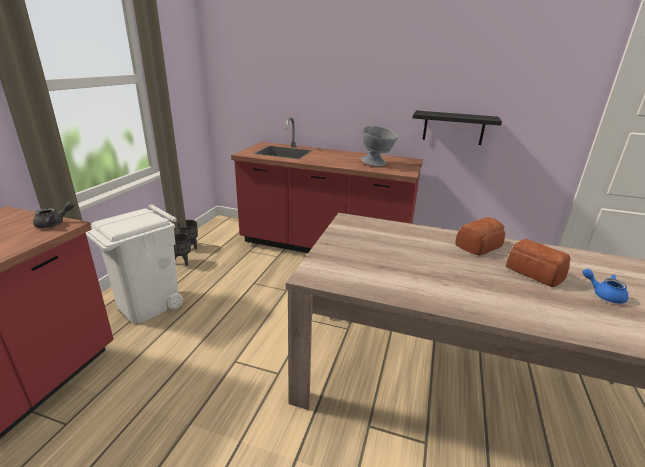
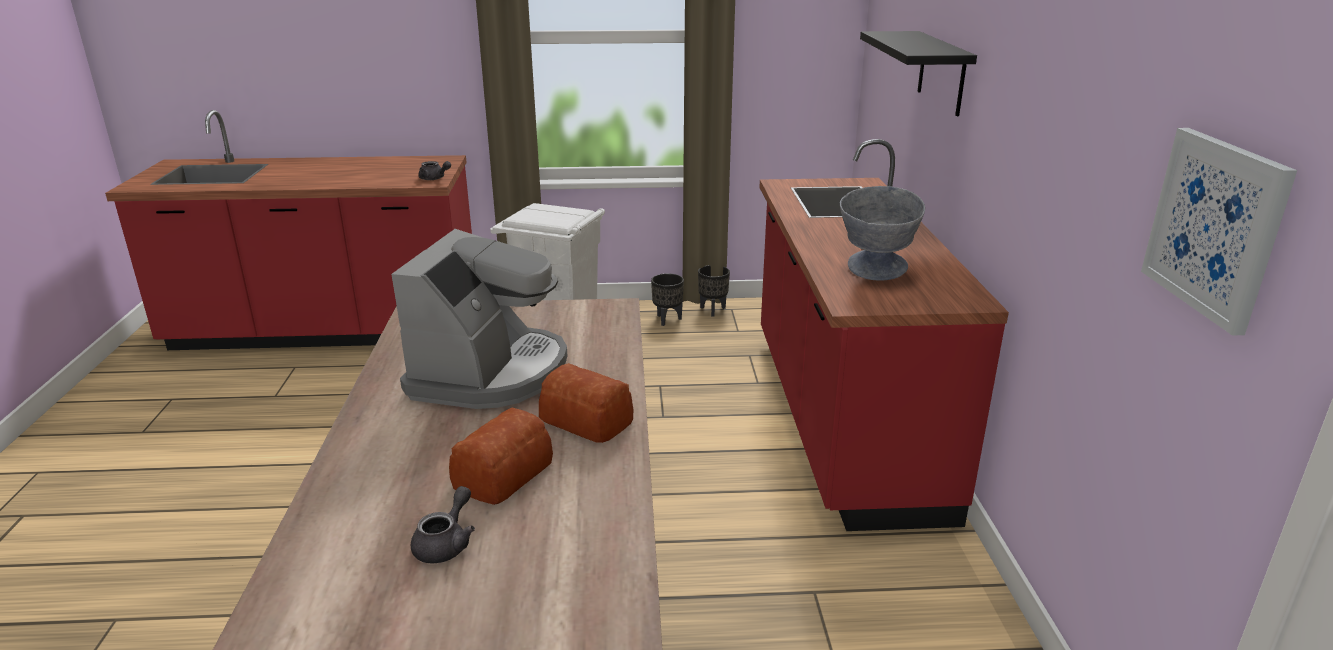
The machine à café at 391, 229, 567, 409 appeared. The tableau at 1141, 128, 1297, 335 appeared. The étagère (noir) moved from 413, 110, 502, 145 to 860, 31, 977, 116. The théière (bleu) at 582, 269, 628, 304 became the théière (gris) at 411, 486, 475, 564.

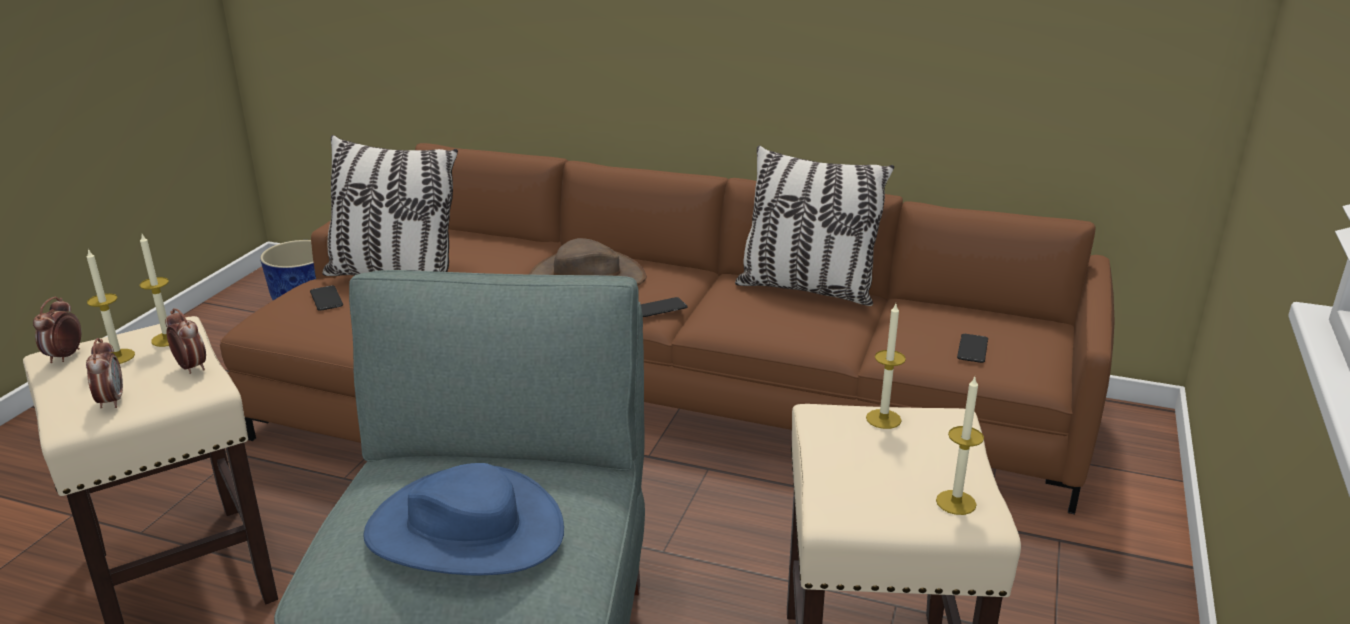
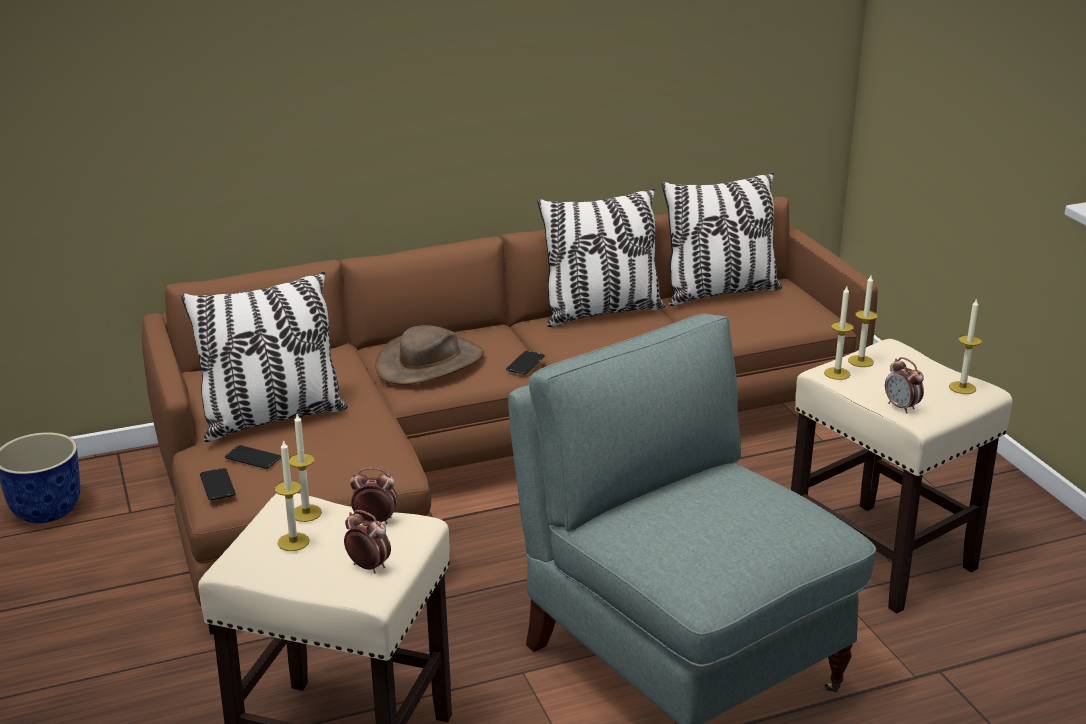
The chapeau (bleu) at 363, 463, 564, 575 disappeared. The coussin at 662, 172, 782, 306 appeared. The bougie at 824, 286, 854, 380 appeared. The réveil moved from 33, 297, 81, 363 to 885, 357, 924, 414. The téléphone moved from 957, 334, 988, 363 to 200, 468, 236, 500.

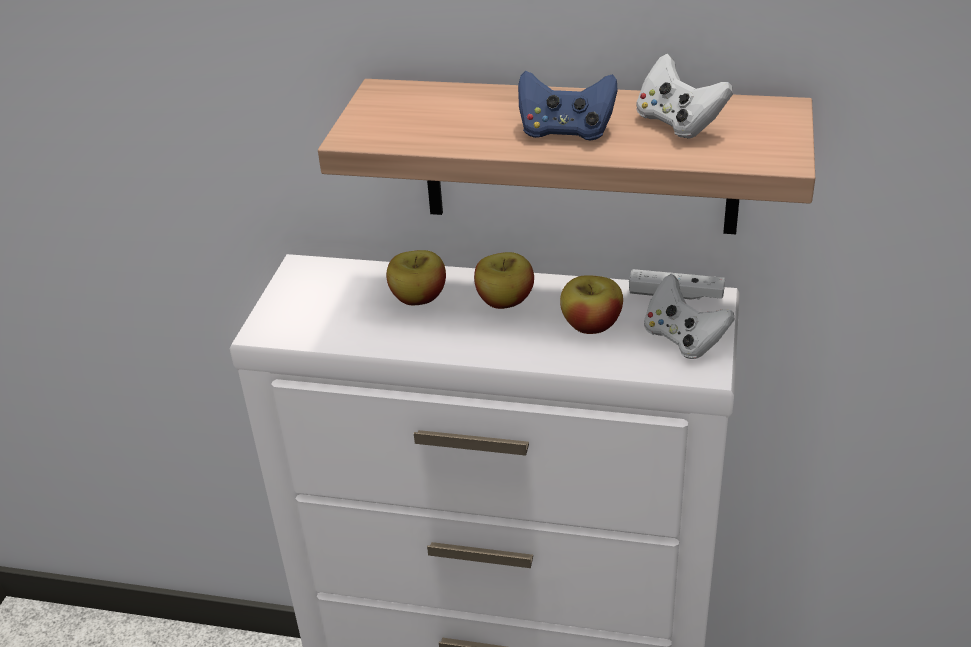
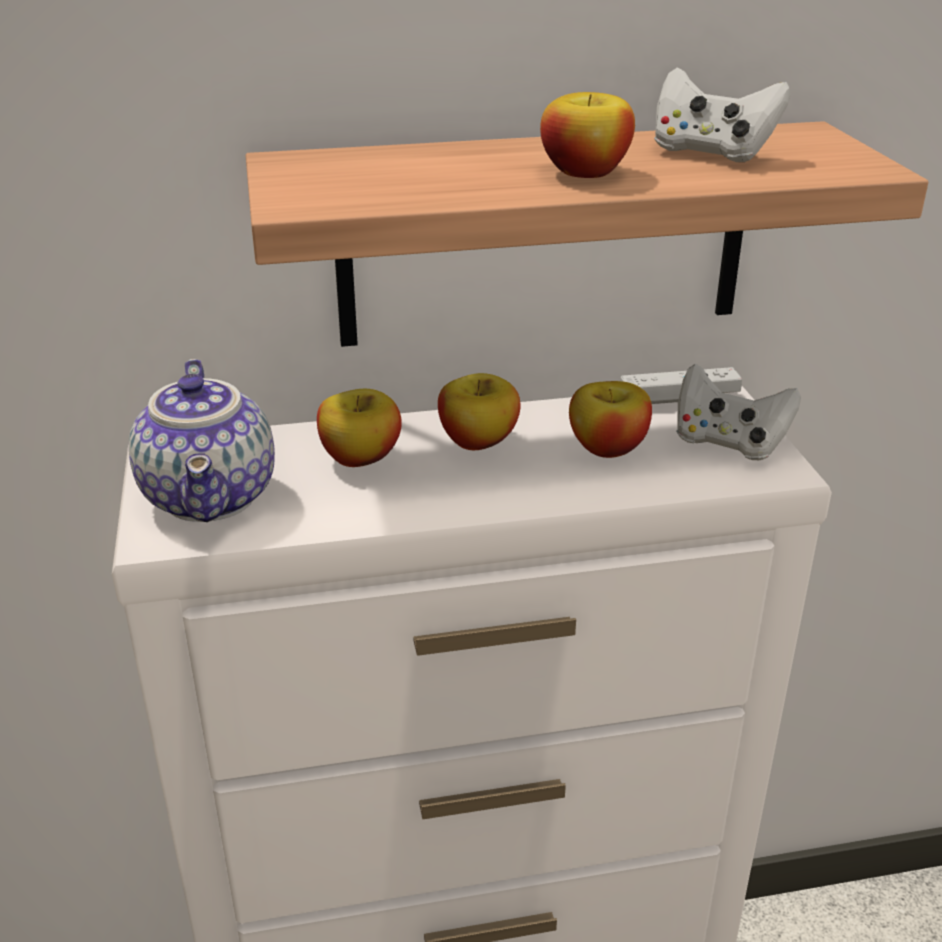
The théière at 129, 359, 275, 522 appeared. The manette (bleu) at 518, 71, 618, 141 was replaced by the pomme at 540, 92, 635, 178.

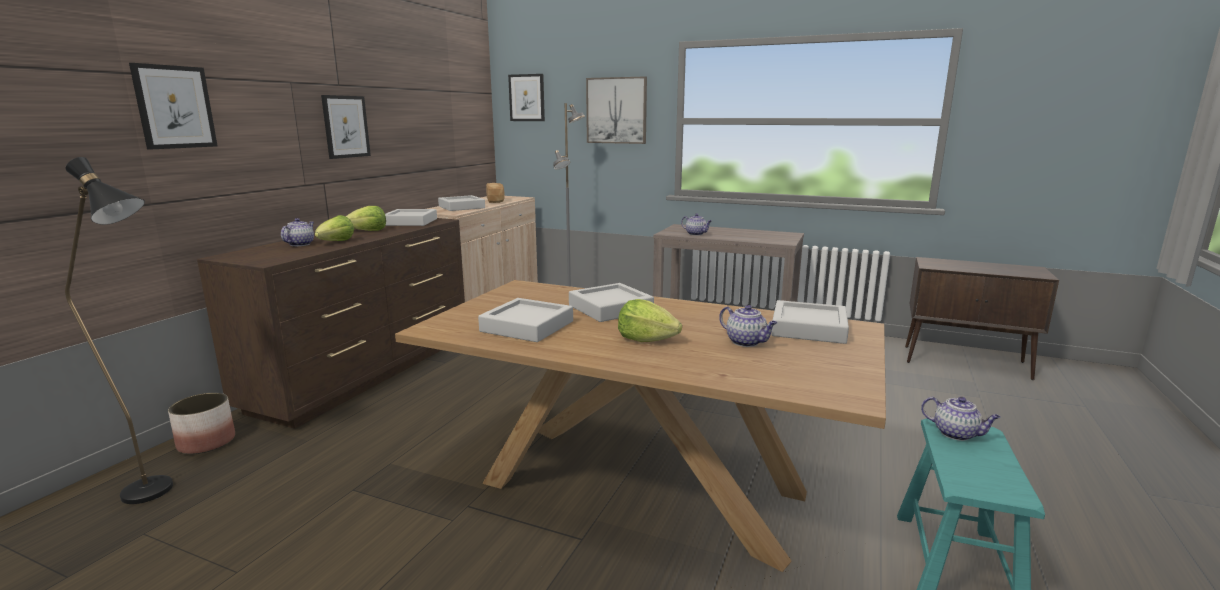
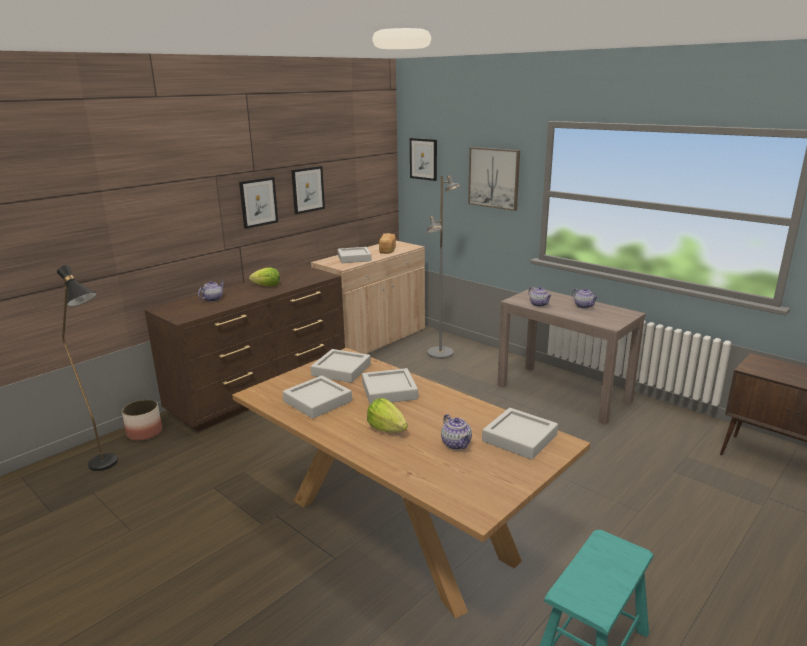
The laitue at 315, 215, 354, 241 disappeared. The tableau moved from 129, 63, 217, 150 to 291, 166, 325, 214. The plateau (gris) moved from 385, 209, 437, 226 to 311, 349, 371, 383. The théière moved from 921, 397, 1001, 441 to 572, 288, 598, 308.

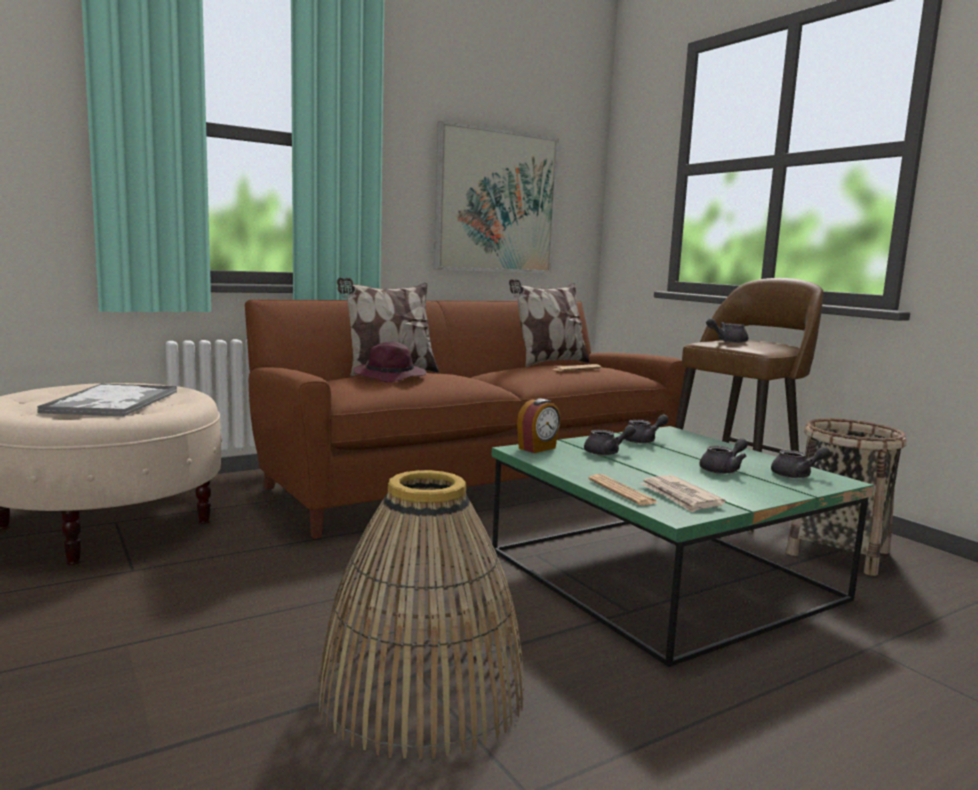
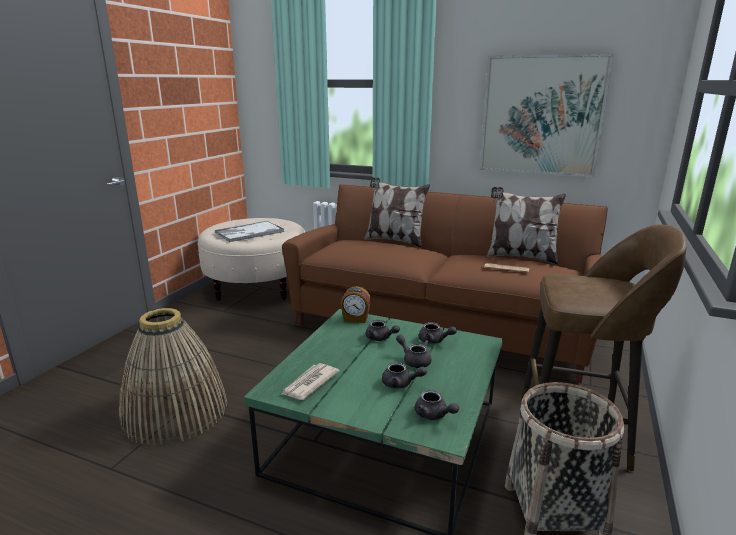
The chapeau (violet) at 353, 342, 427, 382 disappeared. The journal at 589, 474, 658, 505 disappeared. The théière (gris) moved from 706, 318, 748, 343 to 396, 334, 431, 368.

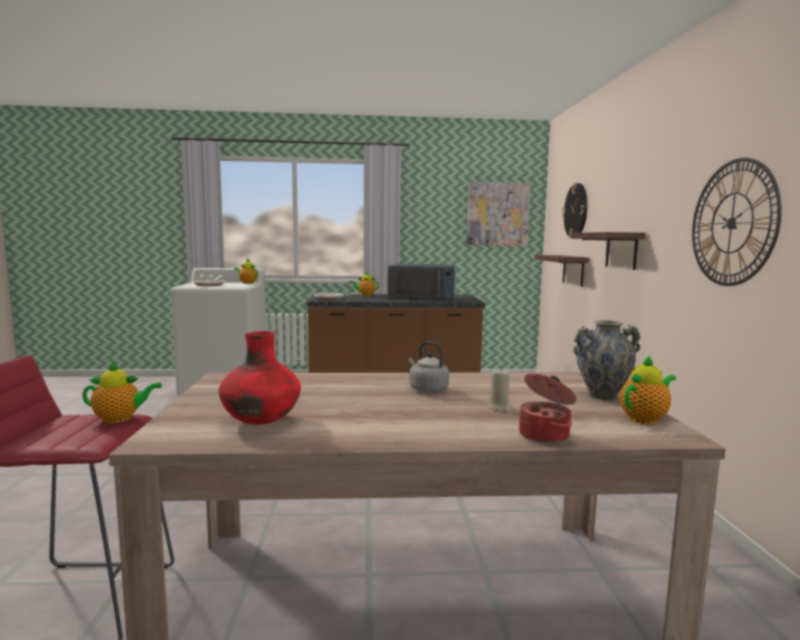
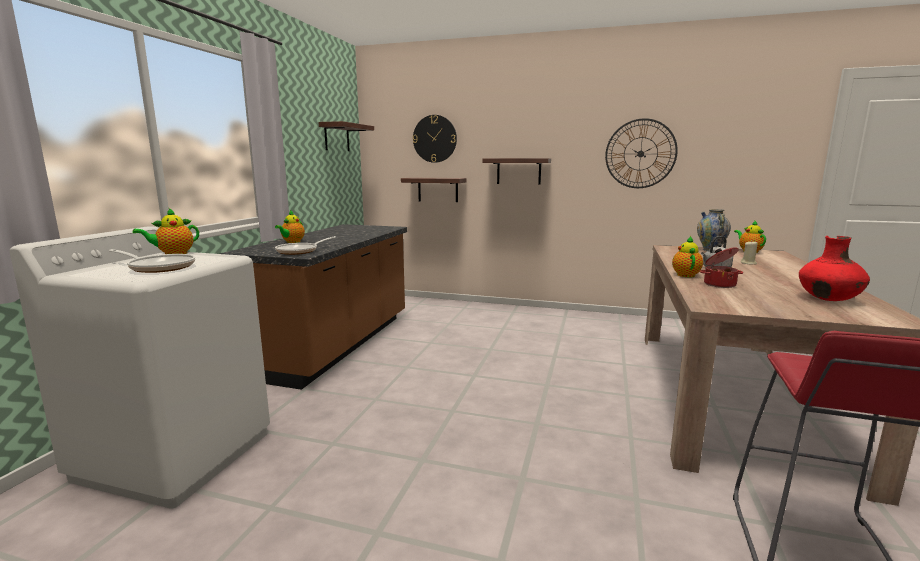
The micro-ondes (bleu) at 388, 264, 455, 301 disappeared. The théière moved from 82, 362, 162, 423 to 672, 236, 703, 277. The marmite moved from 519, 373, 577, 444 to 700, 247, 744, 288. The tableau at 466, 182, 531, 246 was replaced by the étagère at 319, 121, 374, 151.

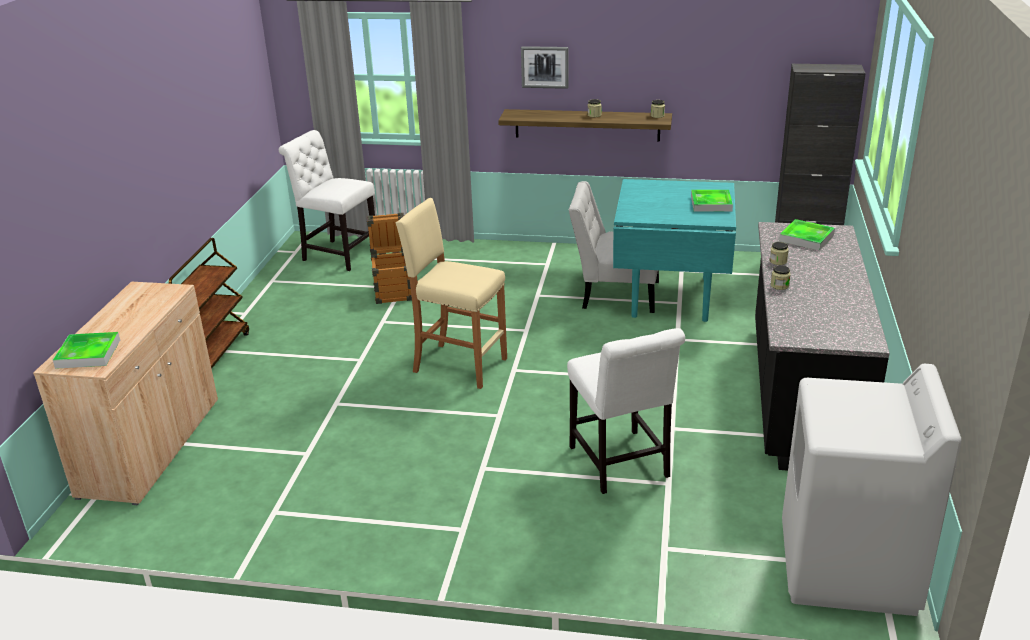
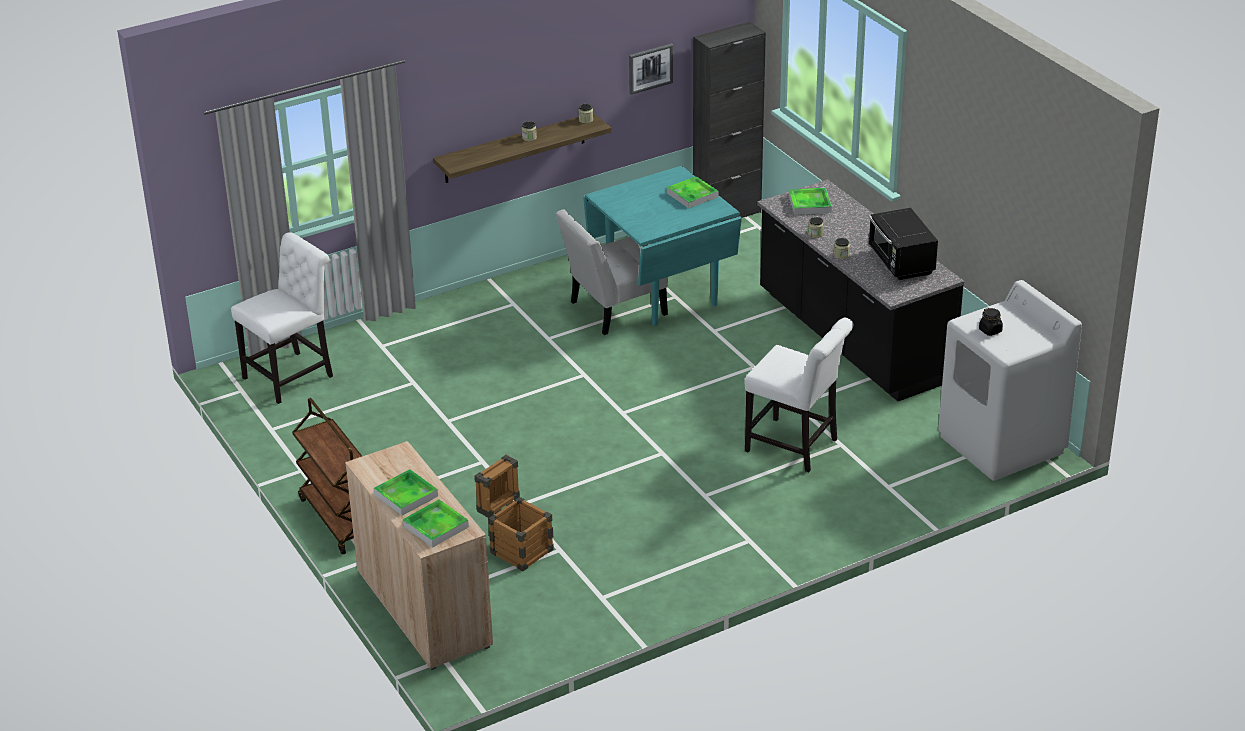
The tabouret (beige) at 396, 198, 507, 389 disappeared. The plateau at 374, 469, 438, 516 appeared. The micro-ondes (noir) at 869, 208, 938, 280 appeared. The bocal (noir) at 979, 308, 1003, 336 appeared. The caisse moved from 366, 213, 412, 304 to 475, 455, 554, 571. The tableau moved from 521, 46, 569, 89 to 629, 44, 673, 95. The chaise (blanc) at 279, 130, 375, 271 turned 150 degrees clockwise.

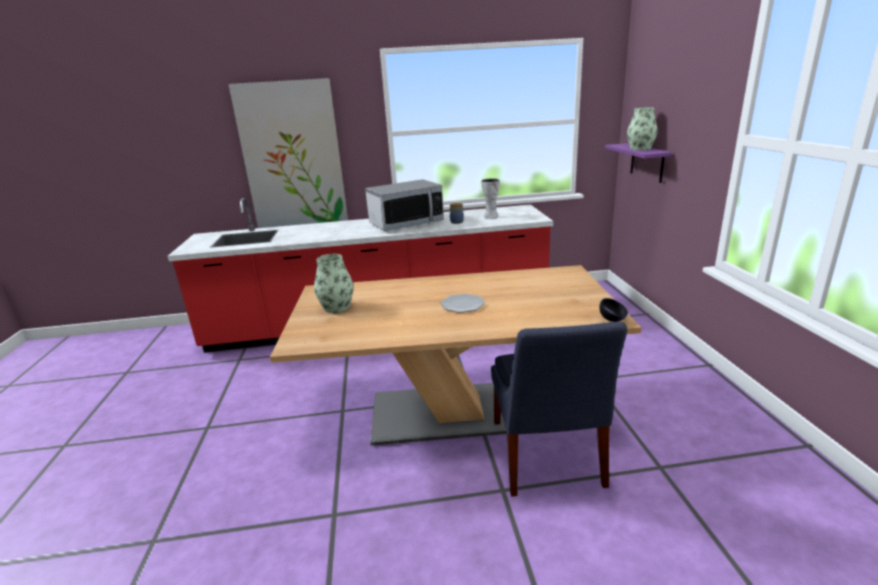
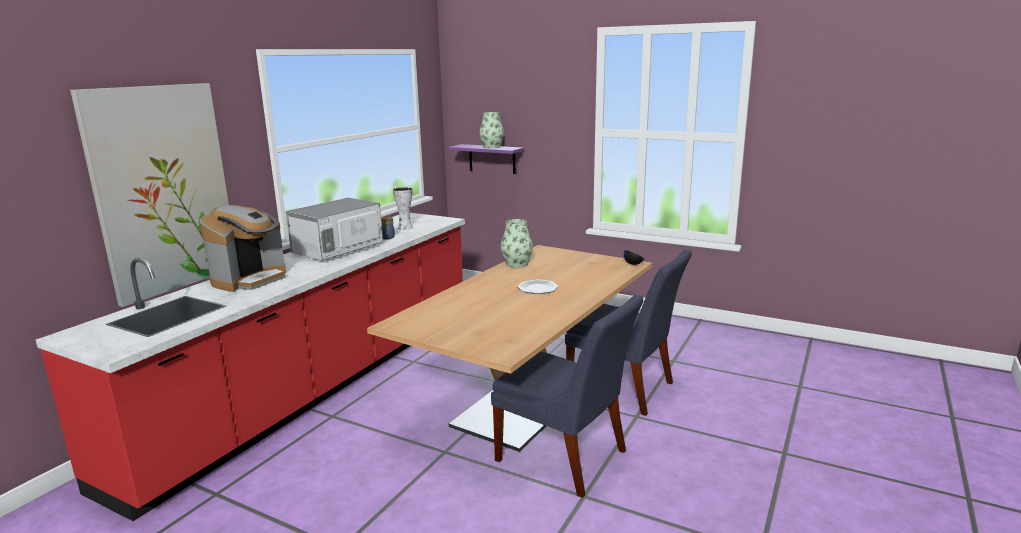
The machine à café at 199, 205, 286, 292 appeared. The chaise (bleu) at 491, 295, 643, 498 appeared. The vase moved from 314, 254, 354, 313 to 501, 219, 533, 268. The micro-ondes at 365, 179, 444, 231 turned 150 degrees counterclockwise.

